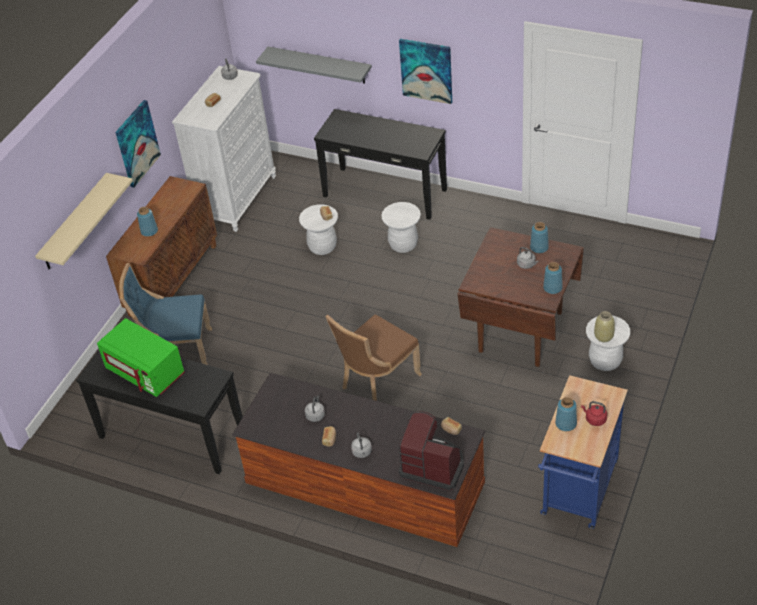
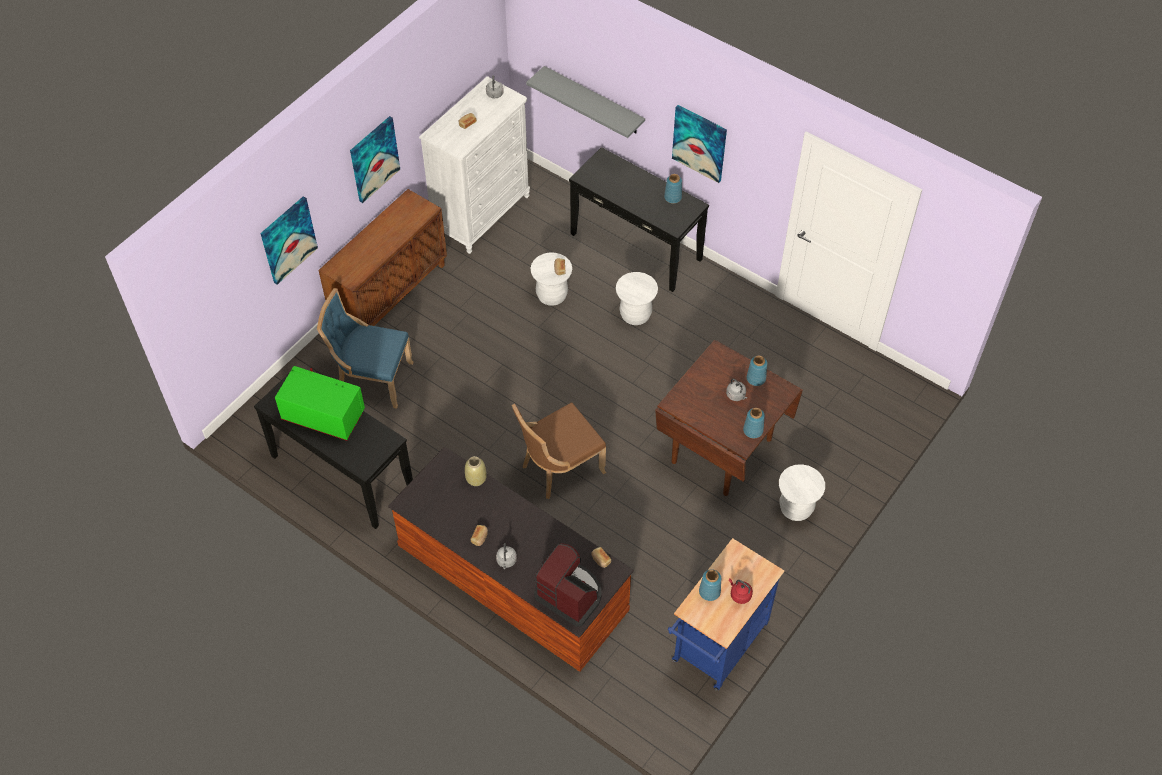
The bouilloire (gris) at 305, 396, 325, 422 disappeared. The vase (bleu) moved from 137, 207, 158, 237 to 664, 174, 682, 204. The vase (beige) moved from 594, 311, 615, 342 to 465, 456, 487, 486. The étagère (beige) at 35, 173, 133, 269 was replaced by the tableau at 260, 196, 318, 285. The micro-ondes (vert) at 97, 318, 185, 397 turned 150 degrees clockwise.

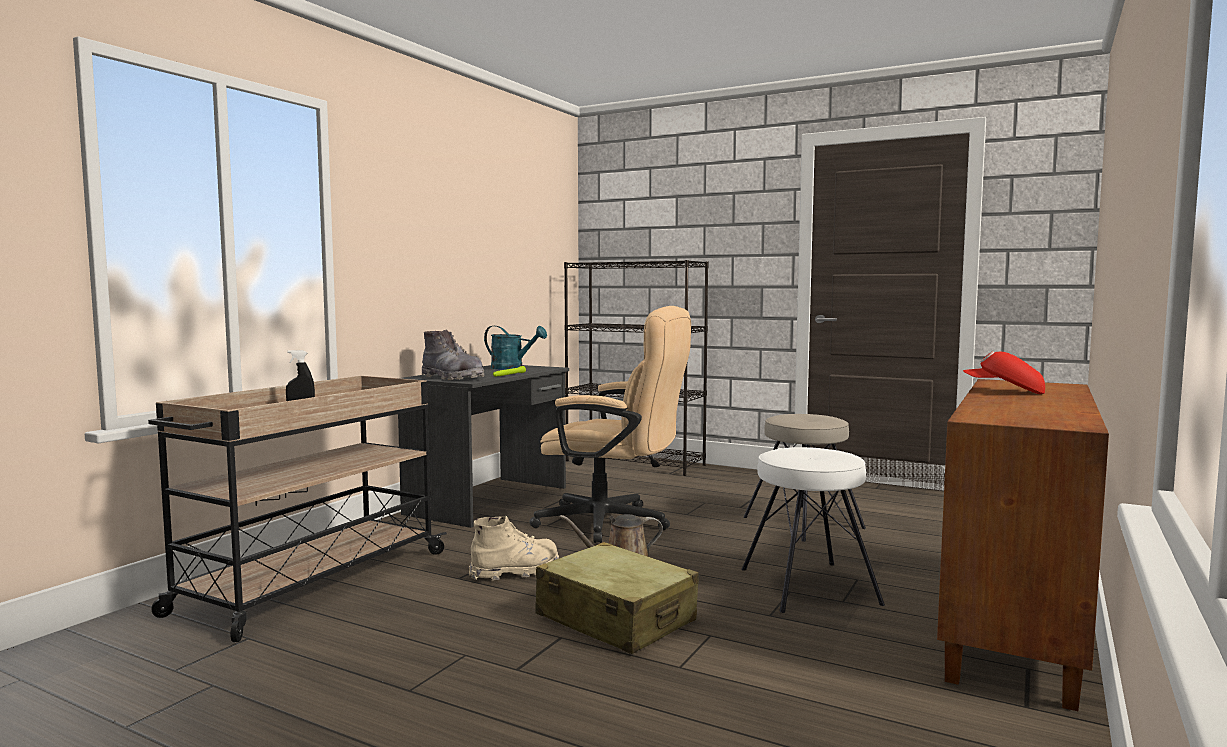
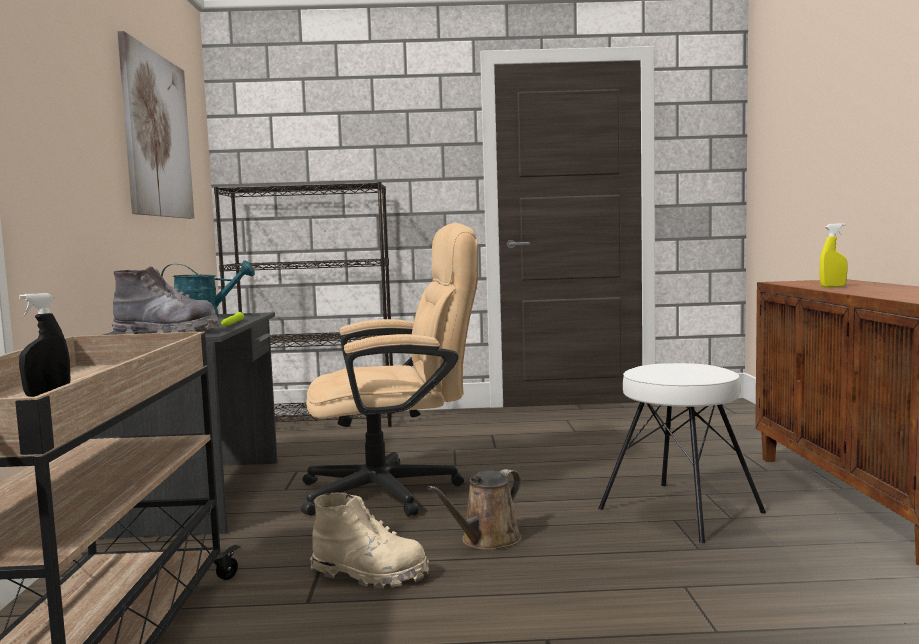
The valise (beige) at 535, 542, 699, 654 disappeared. The tabouret (beige) at 743, 414, 866, 542 disappeared. The tableau at 117, 31, 194, 219 appeared. The casquette (rouge) at 963, 351, 1045, 394 was replaced by the vaporisateur (jaune) at 819, 223, 848, 287. The botte (beige) at 469, 516, 559, 581 turned 75 degrees clockwise.

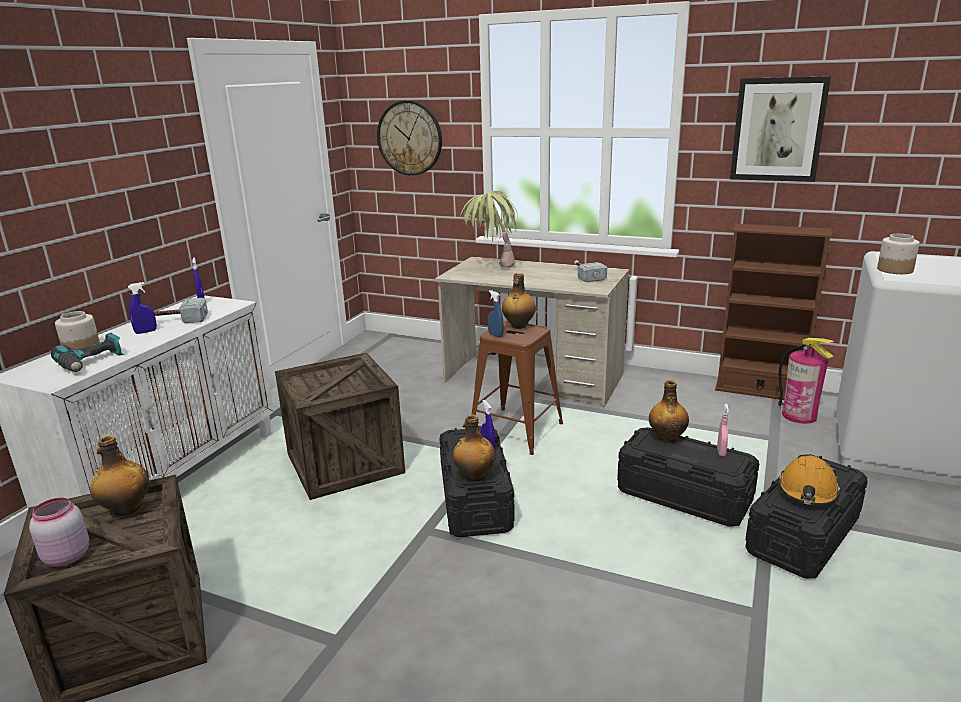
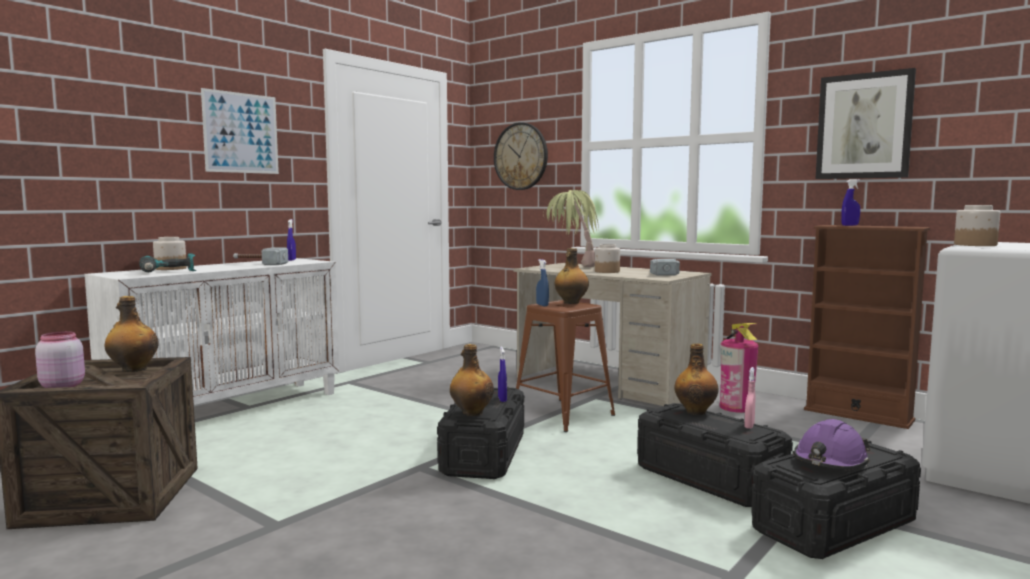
The caisse at 275, 353, 405, 500 disappeared. The tableau at 201, 88, 279, 174 appeared. The bocal at 595, 244, 620, 273 appeared. The vaporisateur (bleu) moved from 128, 282, 157, 334 to 841, 179, 860, 226. The extincteur moved from 778, 338, 835, 424 to 720, 323, 758, 413. The casque de chantier (orange) at 778, 455, 840, 506 became the casque de chantier (violet) at 794, 419, 870, 469.

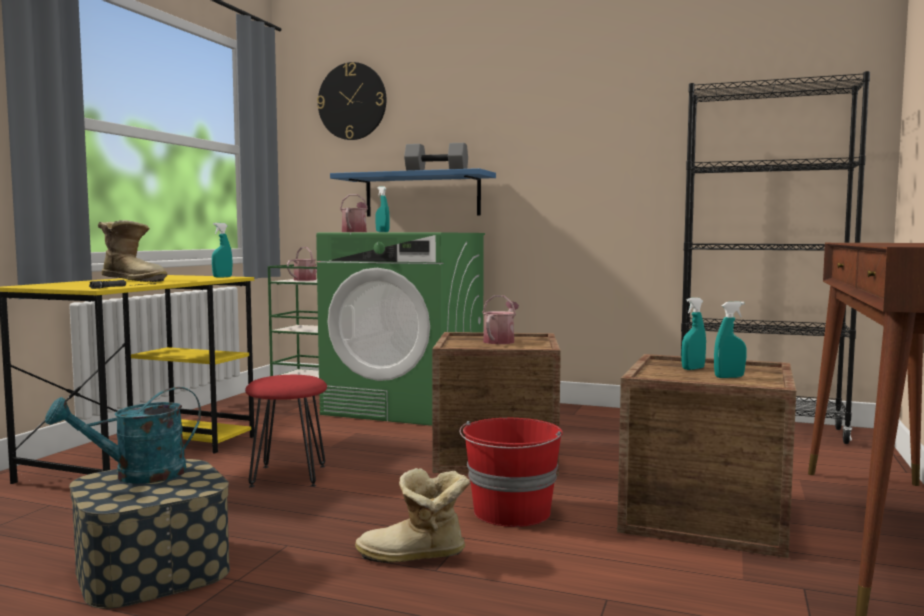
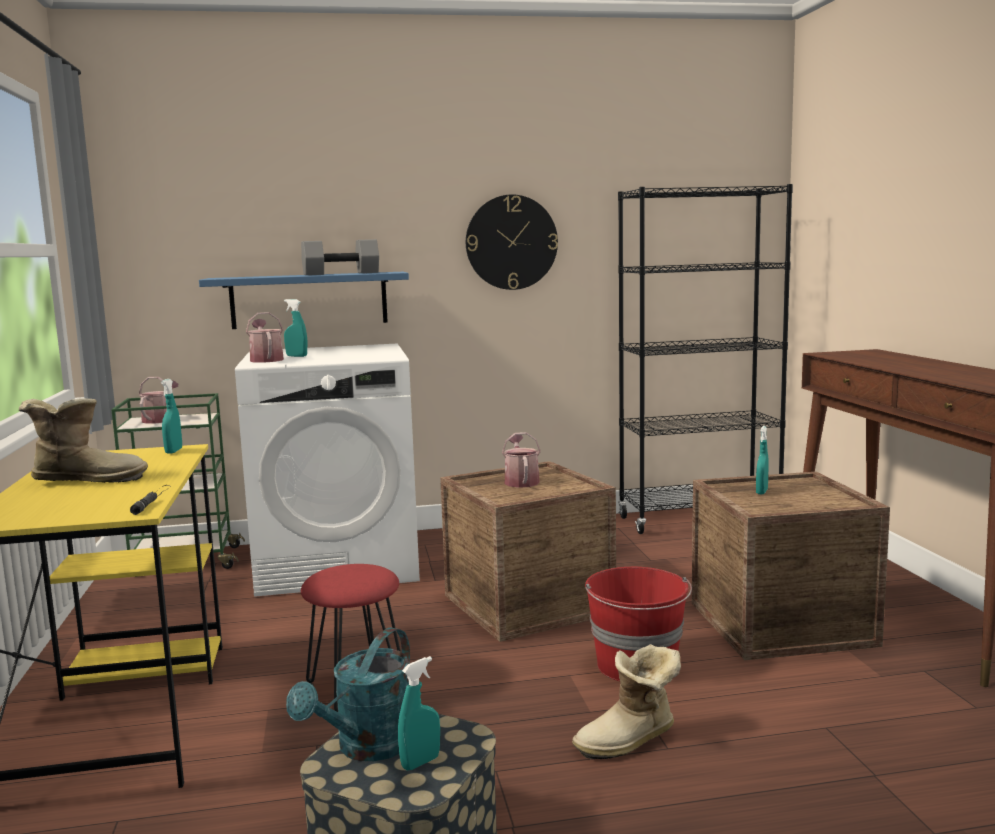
The horloge murale moved from 317, 62, 386, 140 to 466, 194, 558, 290. The vaporisateur (turquoise) moved from 714, 301, 746, 378 to 398, 656, 440, 771. The lave-linge (vert) at 316, 232, 485, 426 became the lave-linge (blanc) at 235, 343, 420, 597.

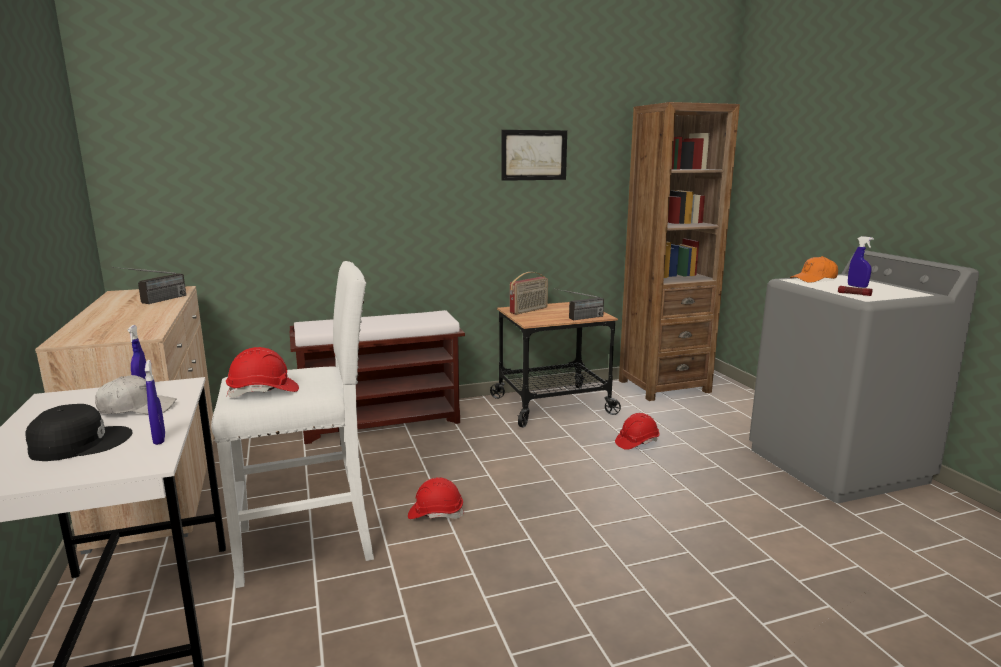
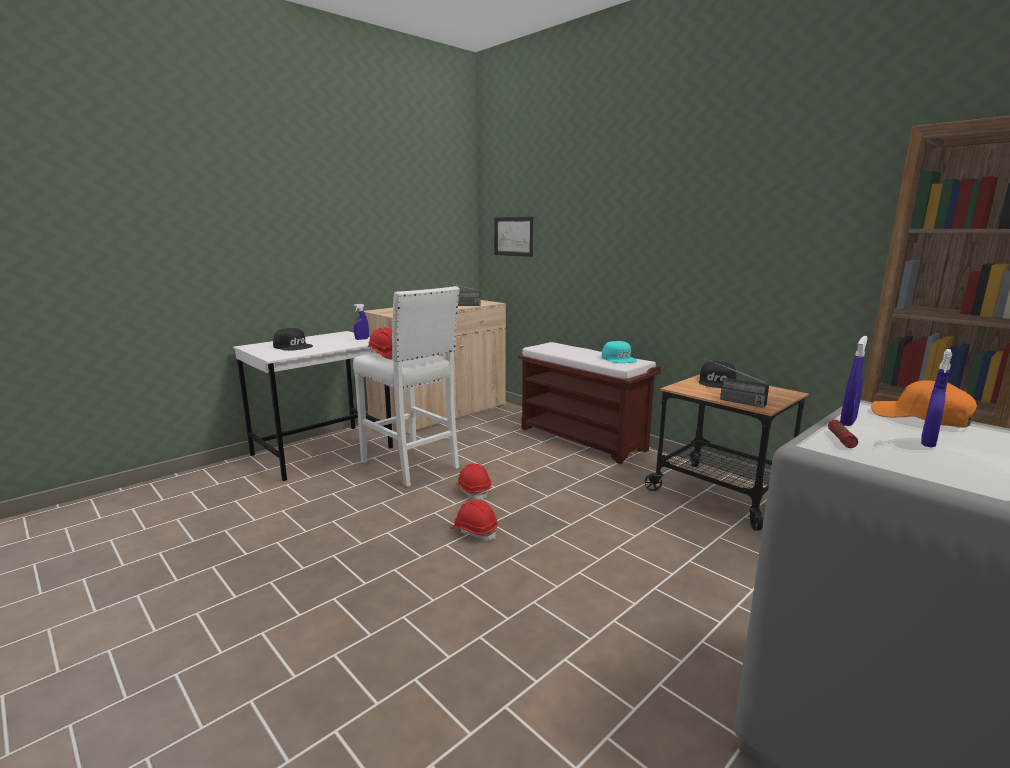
The casquette (blanc) at 95, 375, 177, 414 disappeared. The casquette (turquoise) at 601, 341, 637, 363 appeared. The vaporisateur (bleu) moved from 145, 360, 165, 445 to 840, 336, 868, 426. The tableau moved from 502, 130, 567, 181 to 494, 217, 533, 257. The casque de chantier (rouge) moved from 615, 413, 659, 450 to 451, 500, 498, 541. The radio at 510, 272, 548, 314 was replaced by the casquette (noir) at 699, 361, 736, 388.

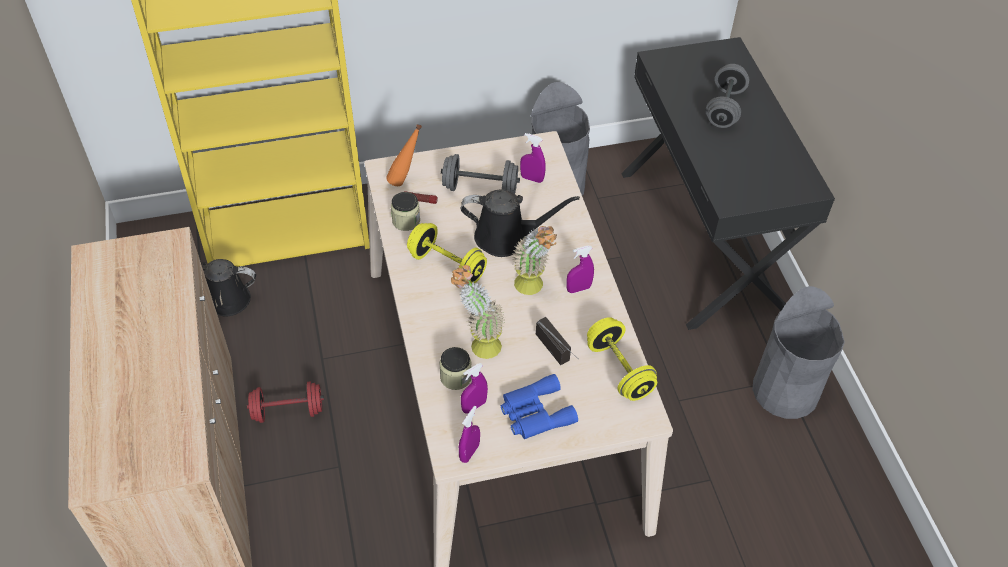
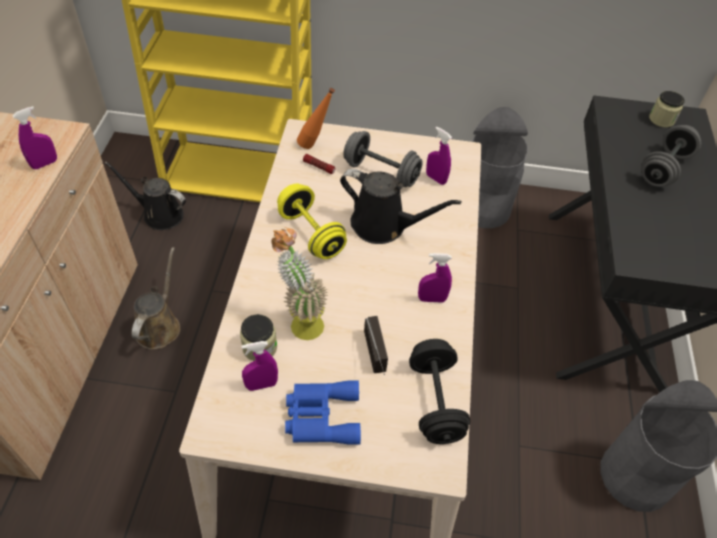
The plante en pot at 511, 226, 557, 295 disappeared. The bocal moved from 391, 192, 420, 231 to 649, 91, 685, 127. The vaporisateur (violet) moved from 459, 406, 480, 463 to 13, 106, 57, 169. The haltère (rouge) at 247, 381, 324, 423 was replaced by the arrosoir (marron) at 132, 247, 180, 350. The haltère (jaune) at 587, 317, 657, 401 became the haltère (noir) at 409, 339, 470, 444.

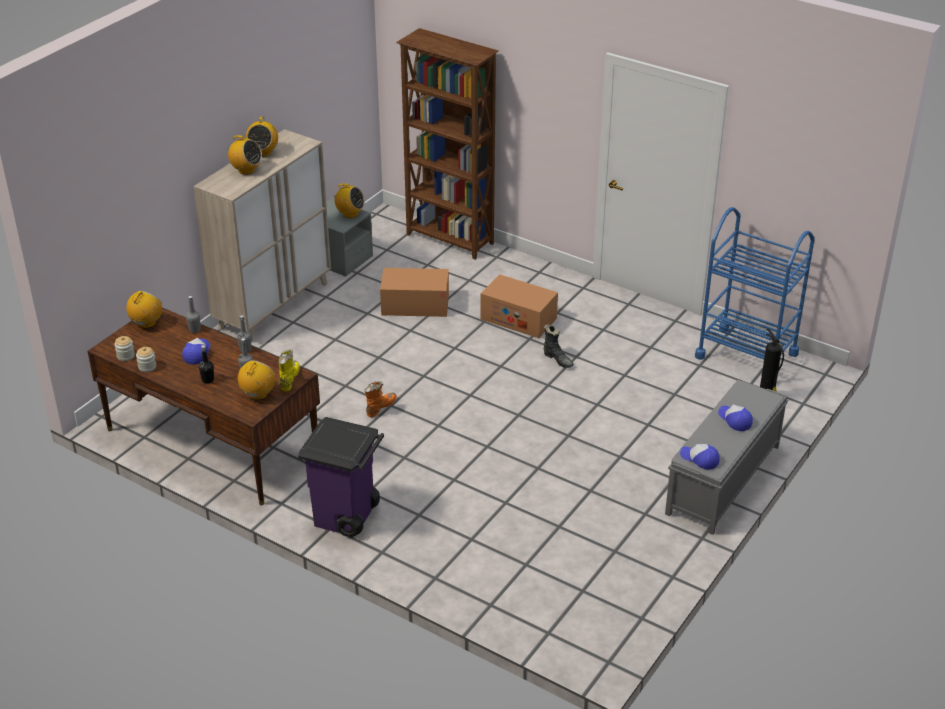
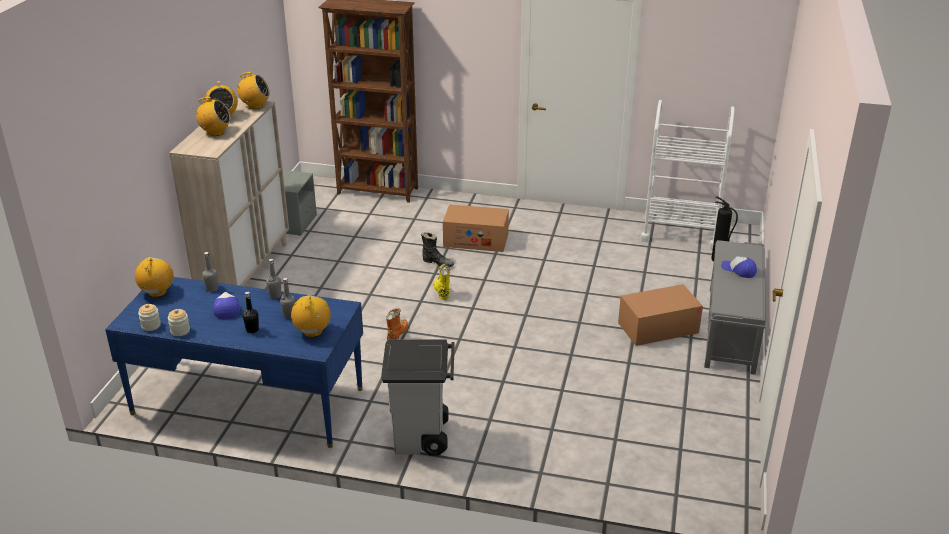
The casquette at 680, 444, 720, 469 disappeared. The botte (jaune) moved from 279, 349, 300, 391 to 434, 264, 450, 300. The radio moved from 331, 183, 365, 218 to 235, 72, 270, 109. The carton moved from 380, 268, 449, 317 to 618, 284, 703, 346. The botte (noir) moved from 544, 325, 573, 368 to 421, 232, 454, 267. The bureau (marron) at 88, 308, 320, 505 became the bureau (bleu) at 105, 277, 363, 448. The poubelle (violet) at 298, 417, 384, 537 became the poubelle (gris) at 381, 339, 455, 456. The chariot (bleu) at 695, 207, 815, 360 became the chariot (blanc) at 640, 100, 735, 250.

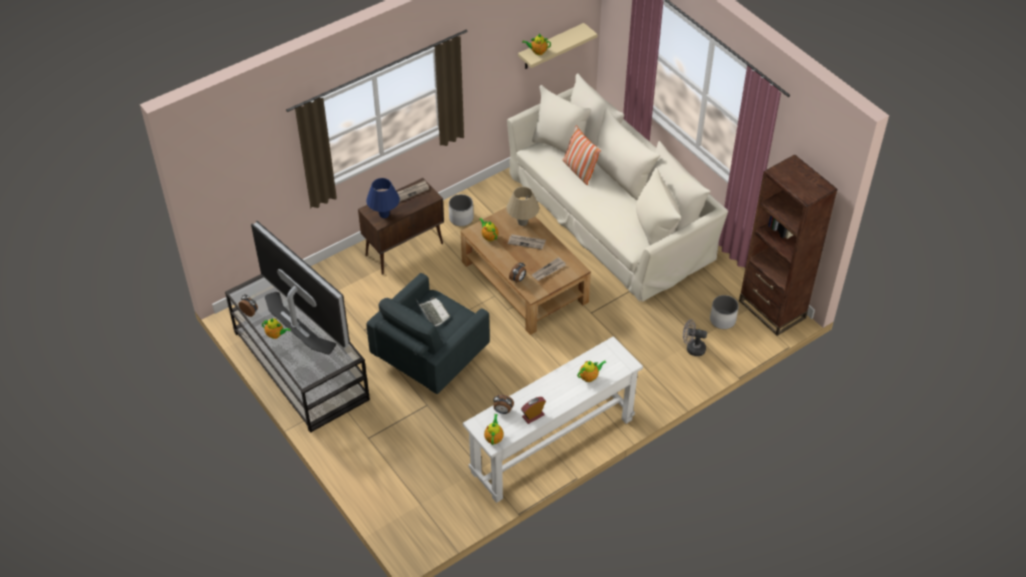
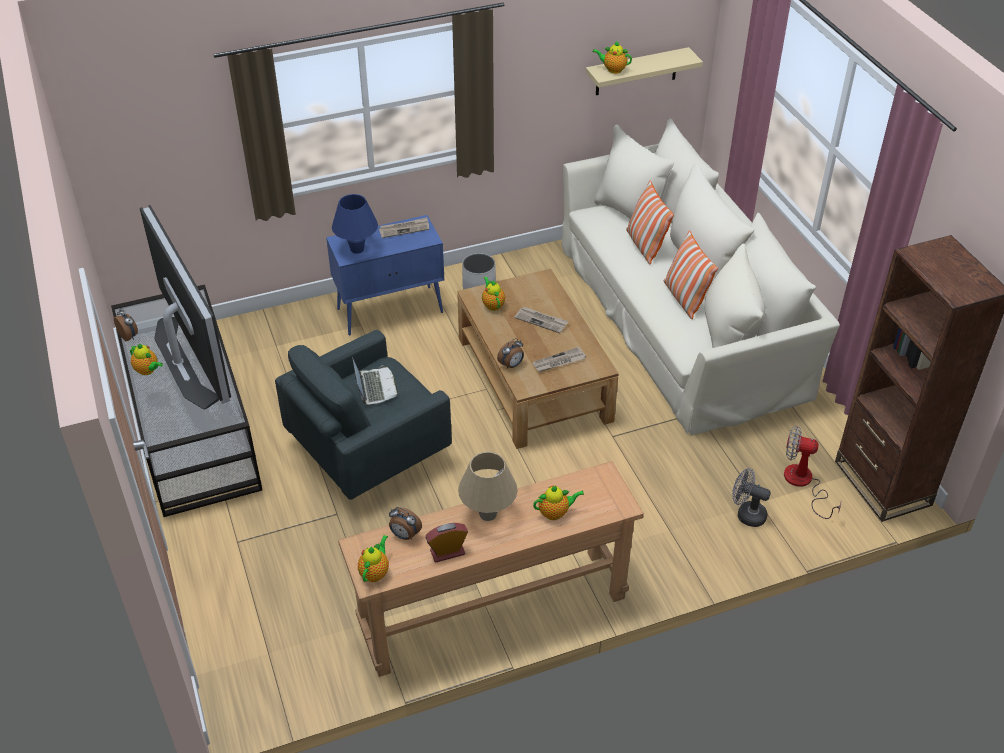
The coussin at 664, 230, 718, 319 appeared. The lampe de table (beige) moved from 507, 187, 539, 226 to 458, 452, 518, 521. The cache-pot (blanc) at 710, 295, 739, 329 was replaced by the ventilateur at 784, 426, 841, 519. The meuble de rangement (marron) at 358, 178, 444, 275 became the meuble de rangement (bleu) at 326, 215, 444, 336. The table console (blanc) at 463, 336, 643, 503 became the table console (marron) at 338, 461, 644, 677.

